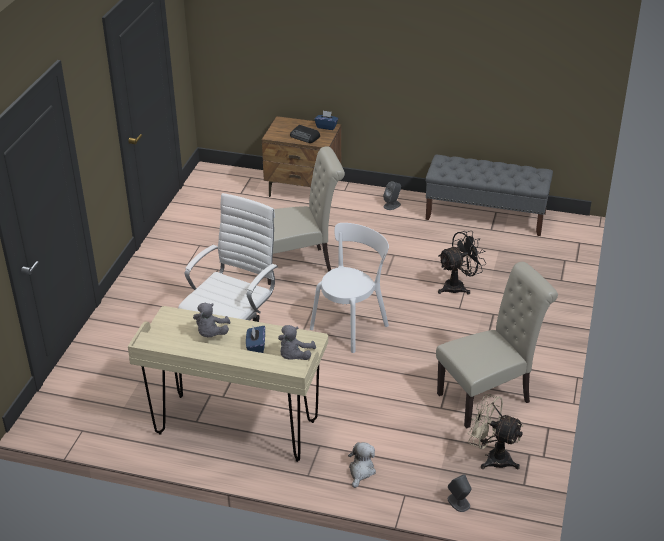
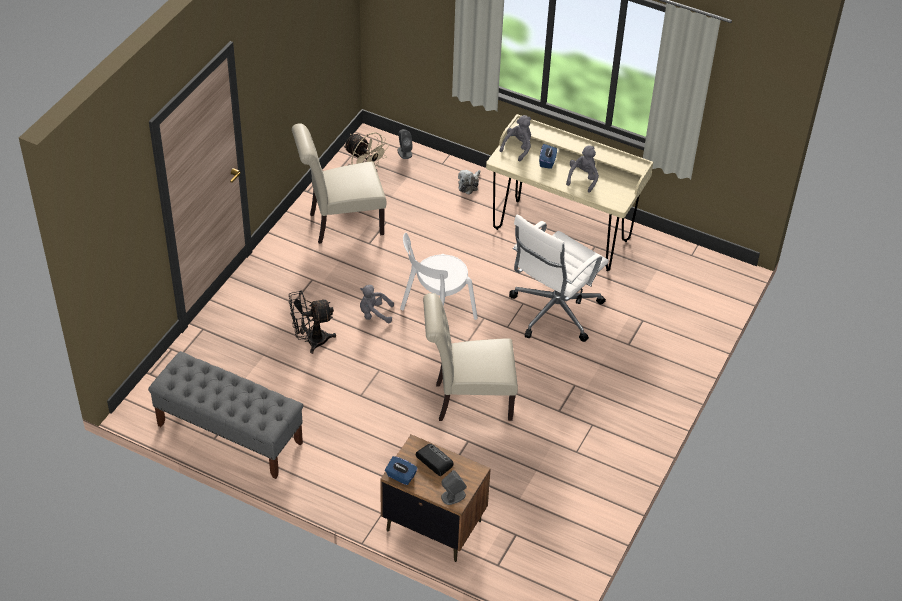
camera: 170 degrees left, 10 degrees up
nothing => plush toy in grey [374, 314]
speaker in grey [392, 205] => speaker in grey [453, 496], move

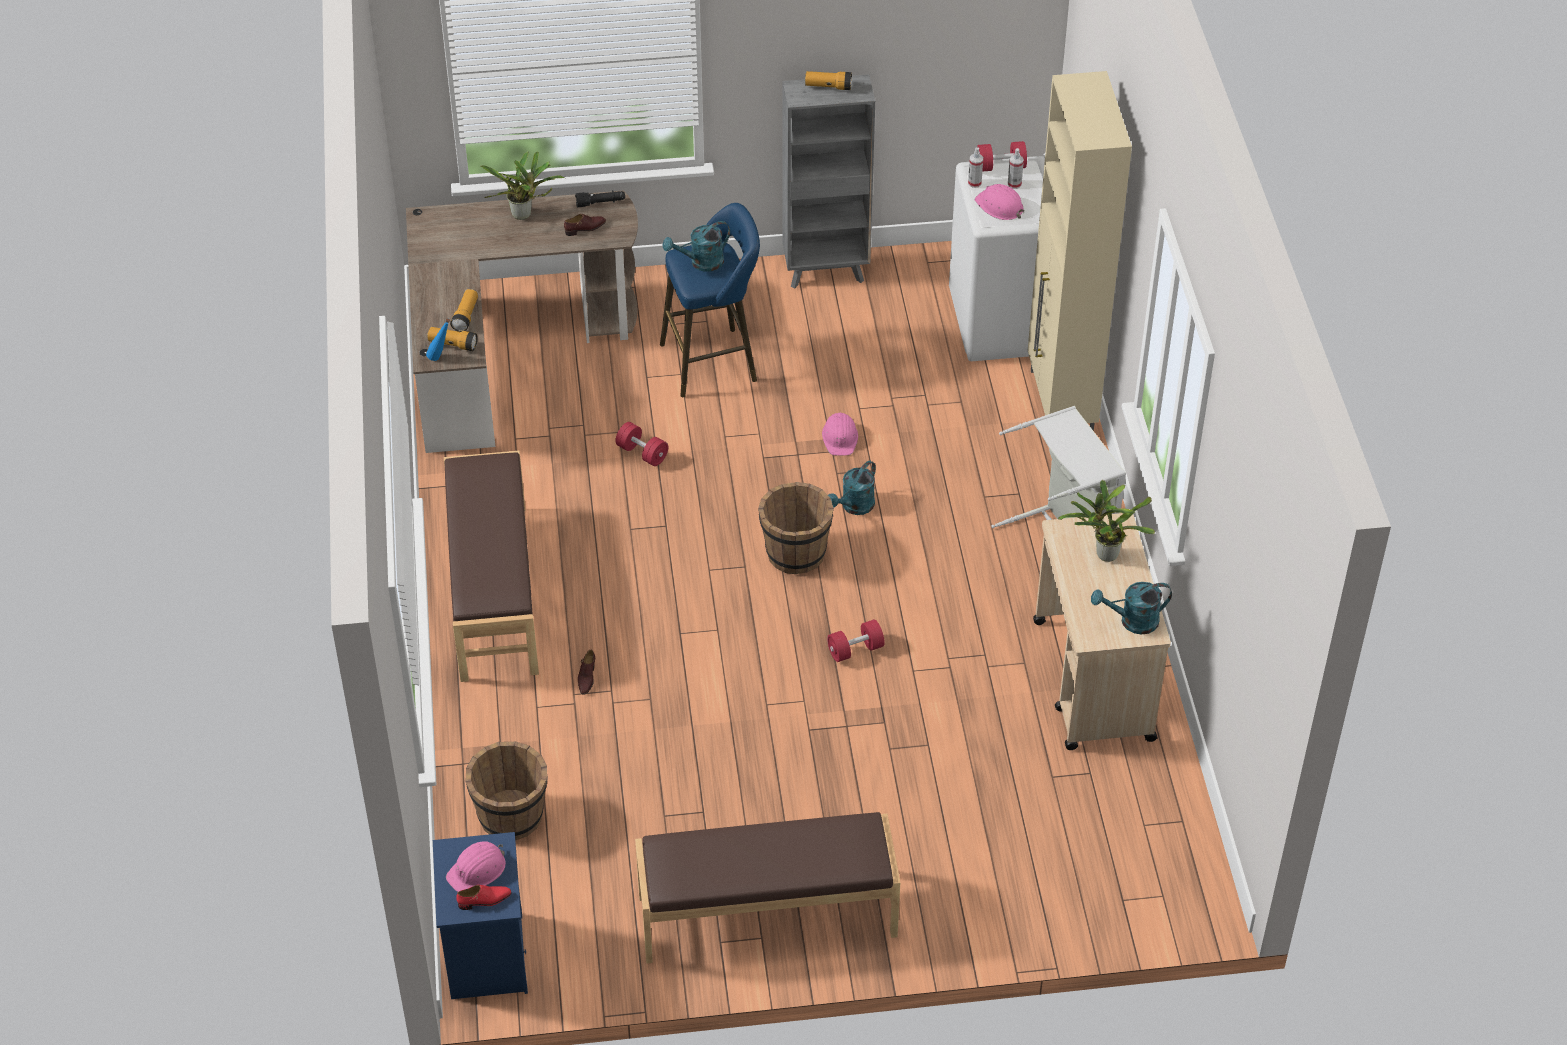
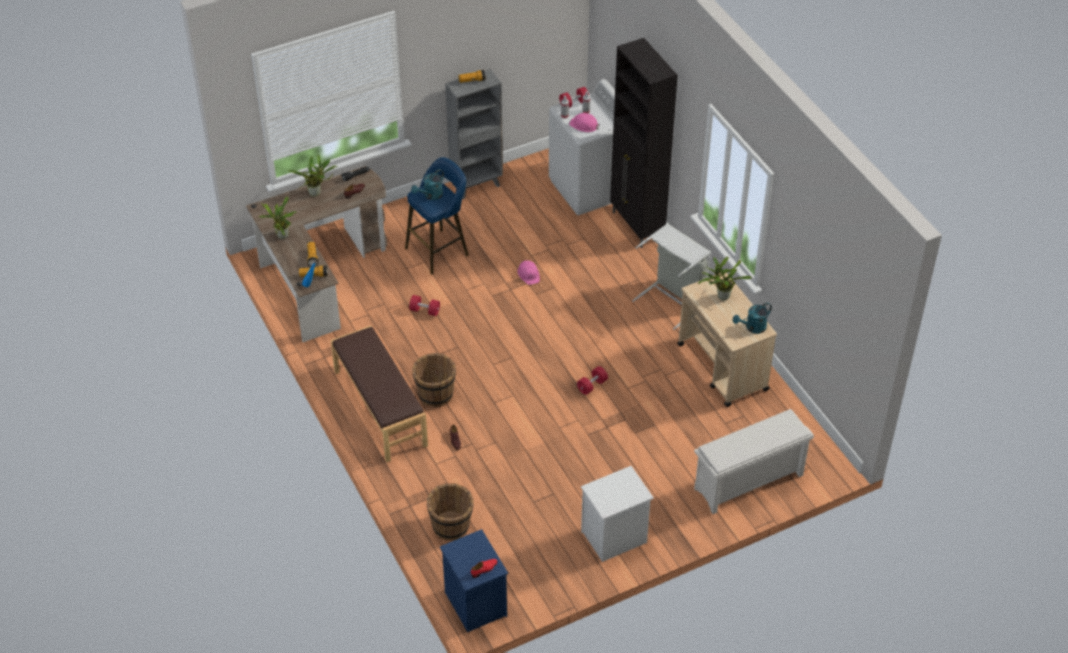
camera: 20 degrees left, 0 degrees up
hard hat in pink [477, 870] => nothing
watering can in turquoise [854, 507] => nothing
nothing => potted plant [282, 237]
nothing => shoe rack in white [748, 483]
bucket in brown [795, 553] => bucket in brown [435, 394], move
bench in brown [767, 916] => nightstand in white [614, 538]
cabinet in beige [1060, 405] => cabinet in black [637, 227]

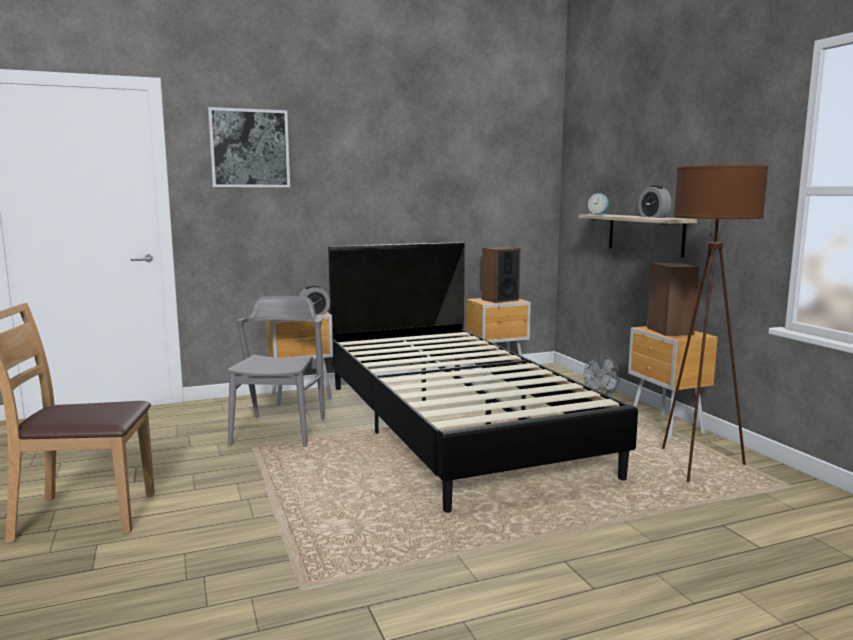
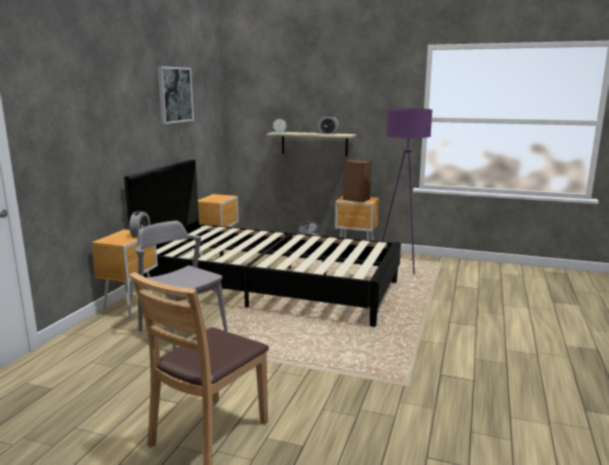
camera: 50 degrees left, 5 degrees up
speaker [499, 300] => nothing
picture [249, 148] => picture [175, 94], move
floor lamp in brown [697, 465] => floor lamp in purple [401, 266]

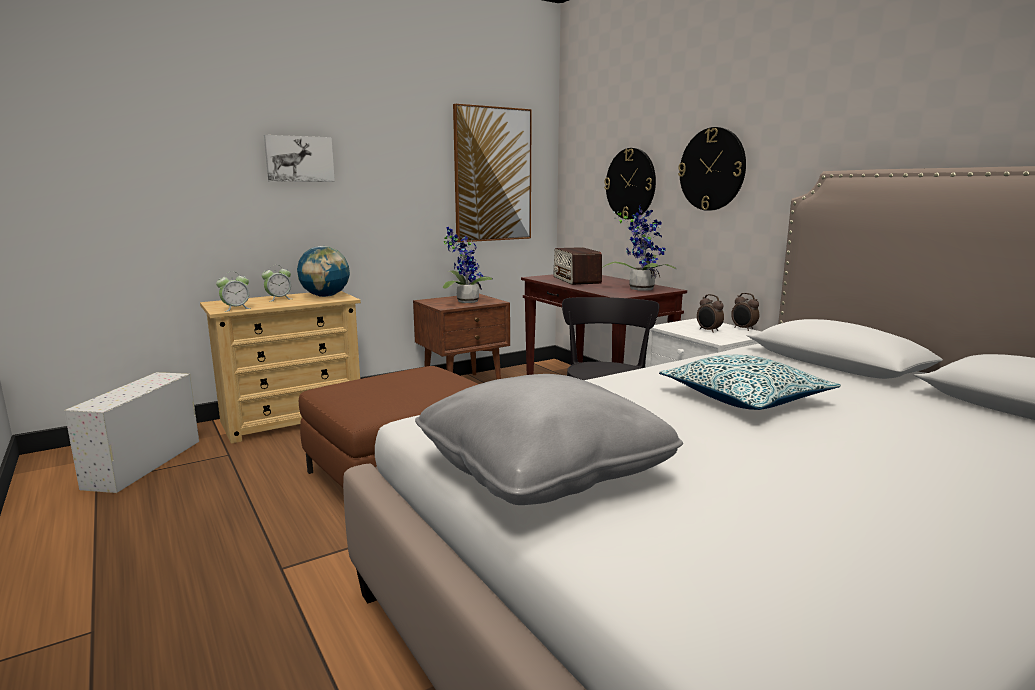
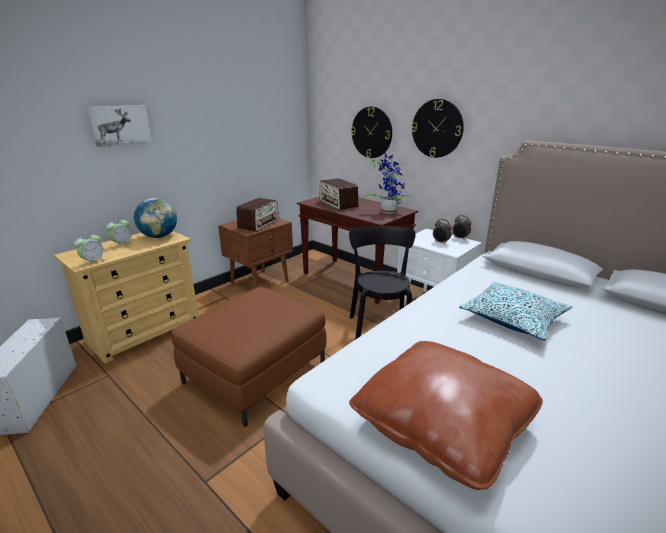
camera: 15 degrees left, 10 degrees up
picture [492, 175] => nothing
potted plant [465, 301] => radio [259, 224]
pillow in grey [542, 470] => pillow in brown [442, 424]

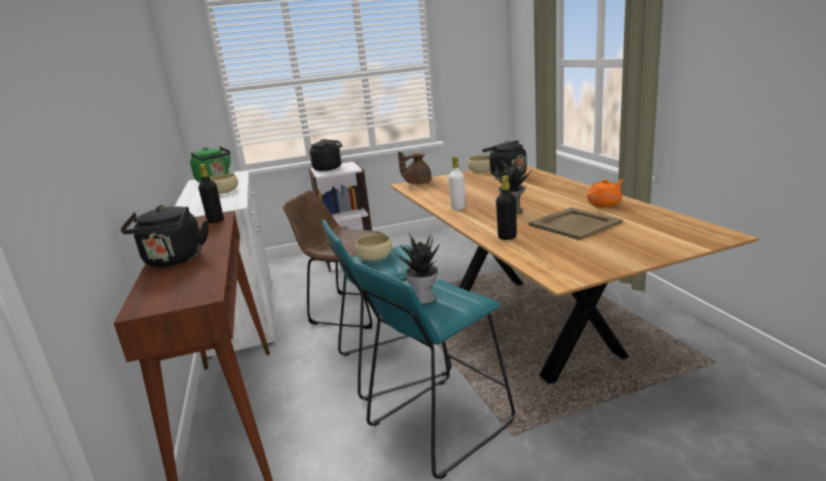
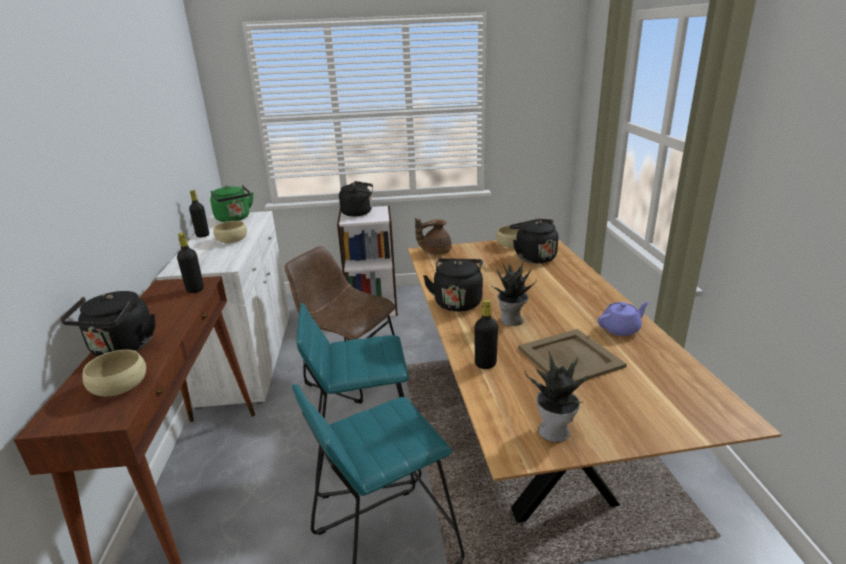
camera: 10 degrees right, 5 degrees up
nothing => bottle in black [202, 235]
bowl in beige [375, 257] => bowl in beige [120, 386], move
potted plant [424, 298] => potted plant [555, 431], move
bottle in white [458, 208] => kettle in black [457, 302]
teapot in orange [605, 204] => teapot in purple [621, 329]

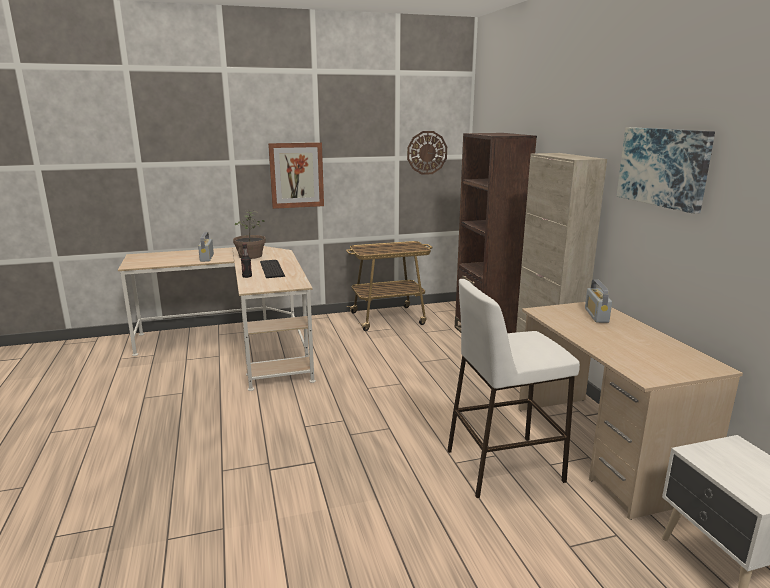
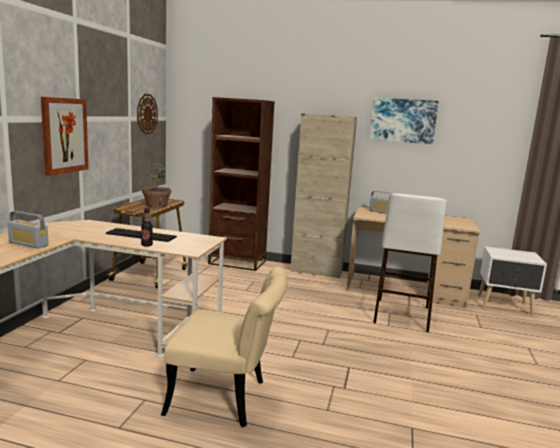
camera: 60 degrees left, 5 degrees down
nothing => chair in beige [227, 398]
potted plant [250, 256] => potted plant [156, 205], move

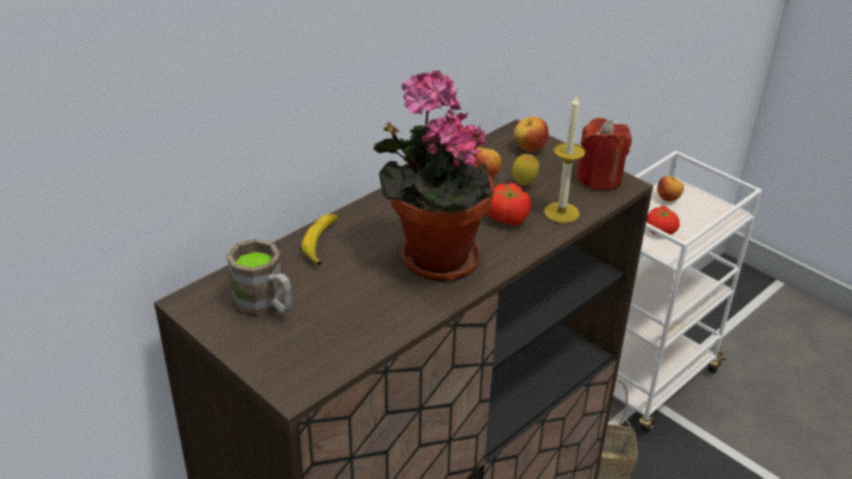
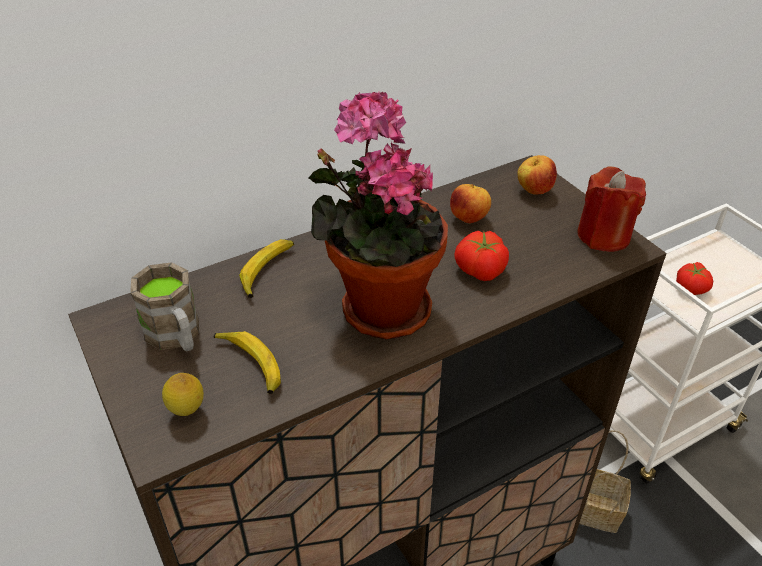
camera: 15 degrees right, 5 degrees up
candle [561, 212] => nothing
apple [668, 199] => nothing
nothing => banana [250, 365]
lemon [524, 185] => lemon [187, 412], move

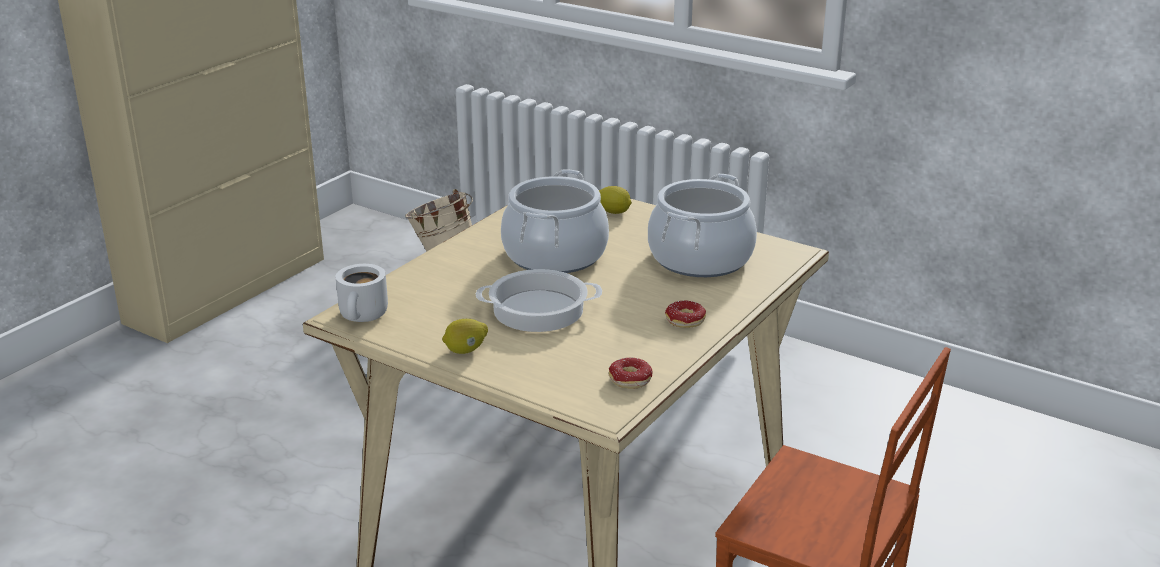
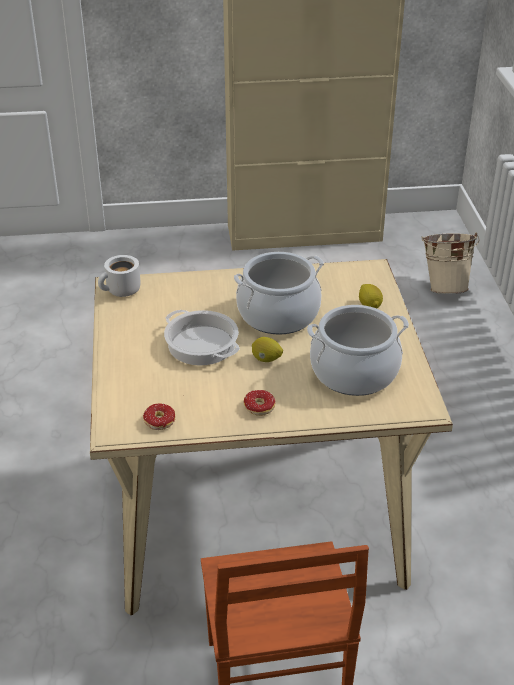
camera: 50 degrees right, 10 degrees up
lemon [465, 350] => lemon [266, 359], move

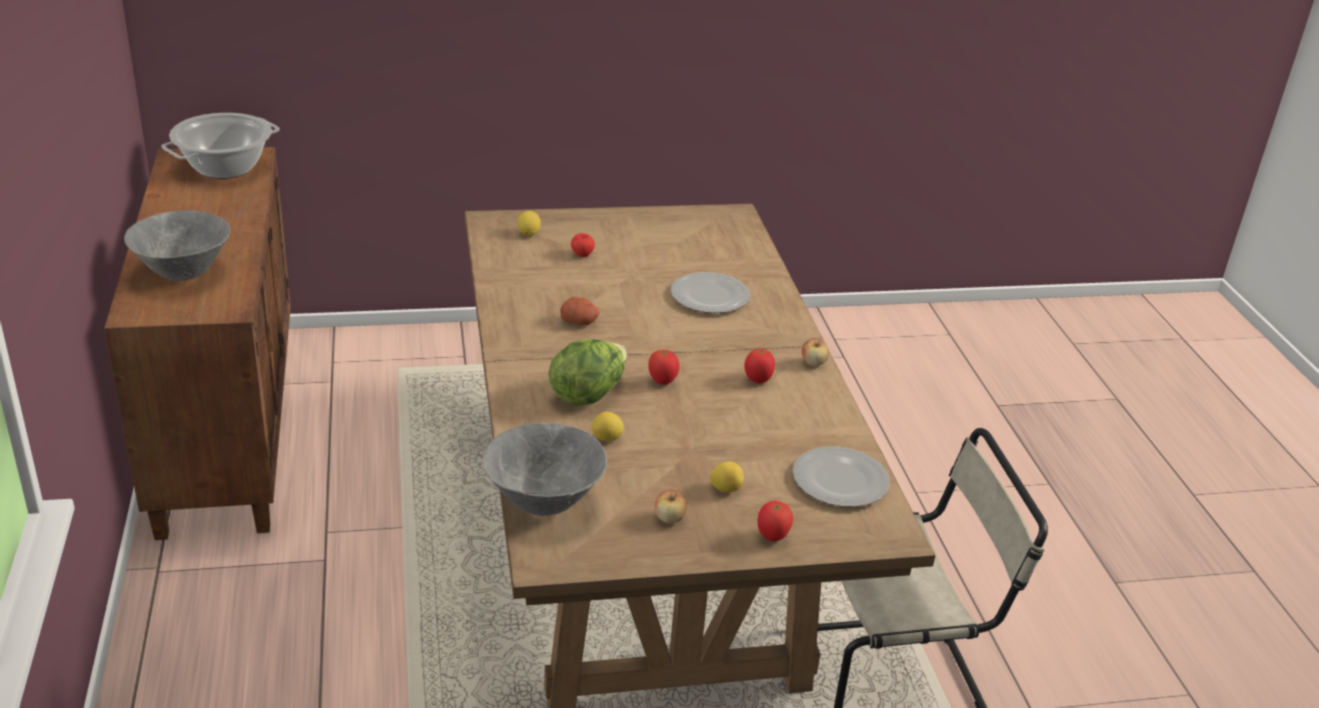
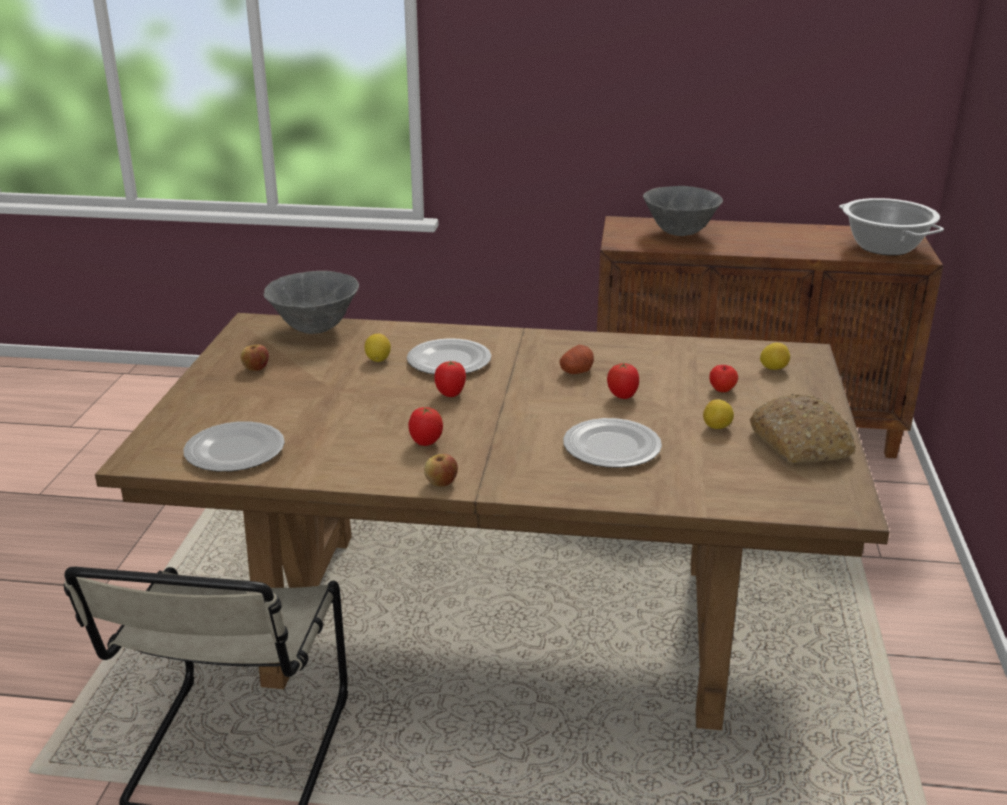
camera: 110 degrees right, 5 degrees down
nothing => bread [801, 444]
lemon [725, 489] => lemon [717, 427], move
tomato [772, 537] => tomato [622, 397], move
lettuce [588, 394] => plate [449, 360]

